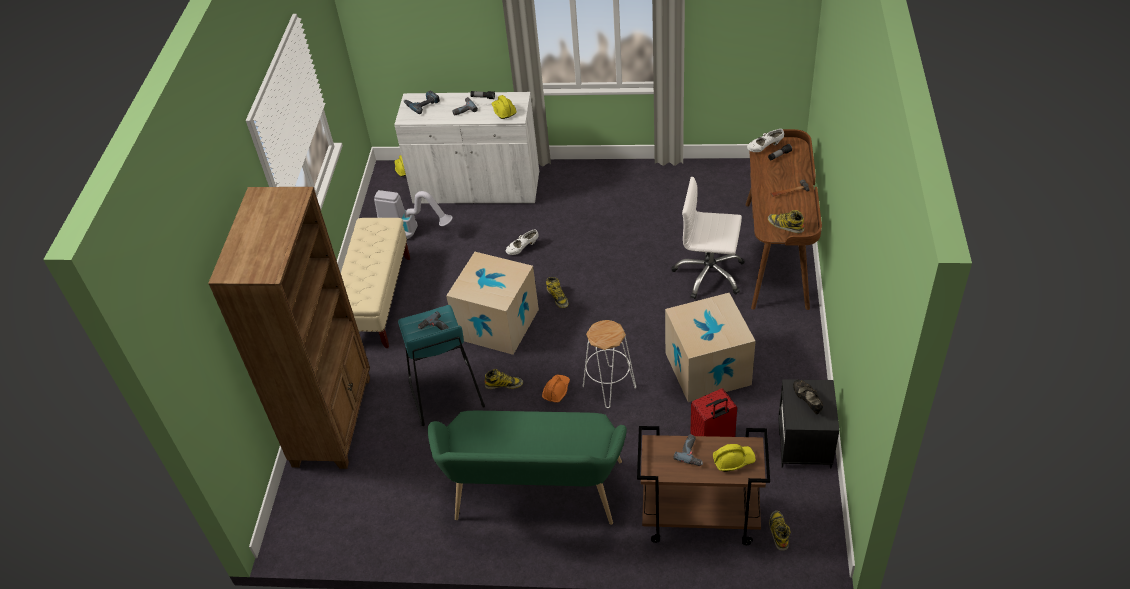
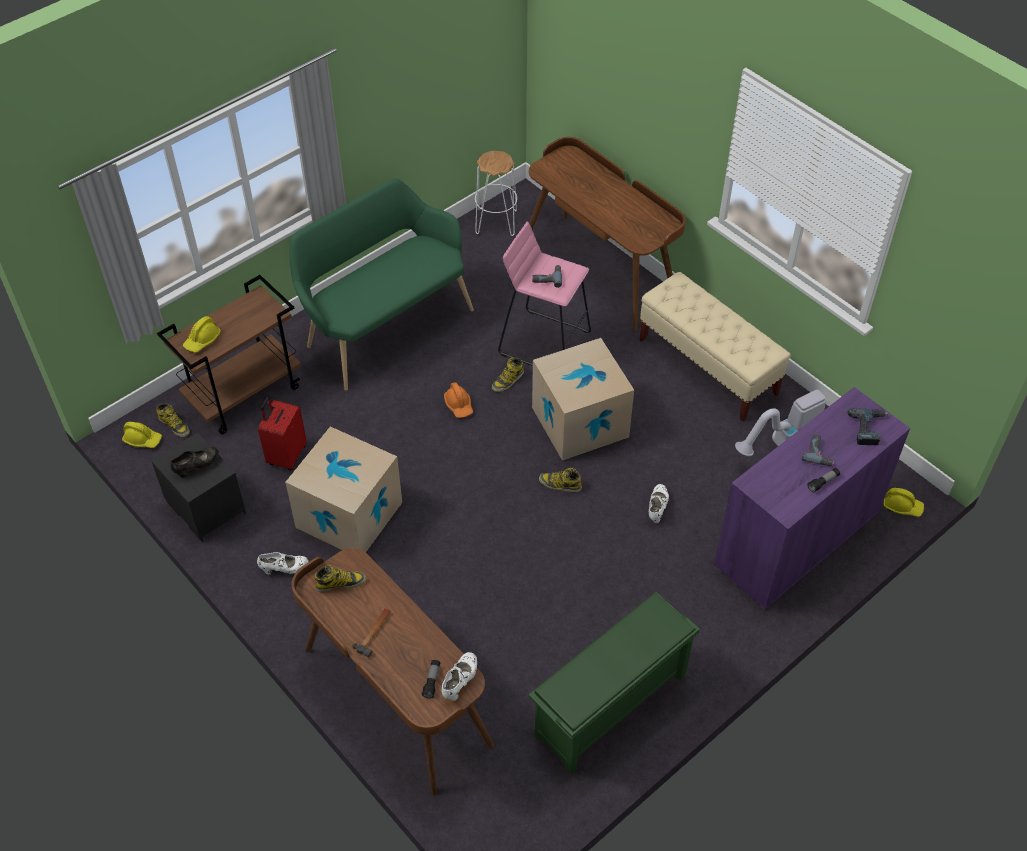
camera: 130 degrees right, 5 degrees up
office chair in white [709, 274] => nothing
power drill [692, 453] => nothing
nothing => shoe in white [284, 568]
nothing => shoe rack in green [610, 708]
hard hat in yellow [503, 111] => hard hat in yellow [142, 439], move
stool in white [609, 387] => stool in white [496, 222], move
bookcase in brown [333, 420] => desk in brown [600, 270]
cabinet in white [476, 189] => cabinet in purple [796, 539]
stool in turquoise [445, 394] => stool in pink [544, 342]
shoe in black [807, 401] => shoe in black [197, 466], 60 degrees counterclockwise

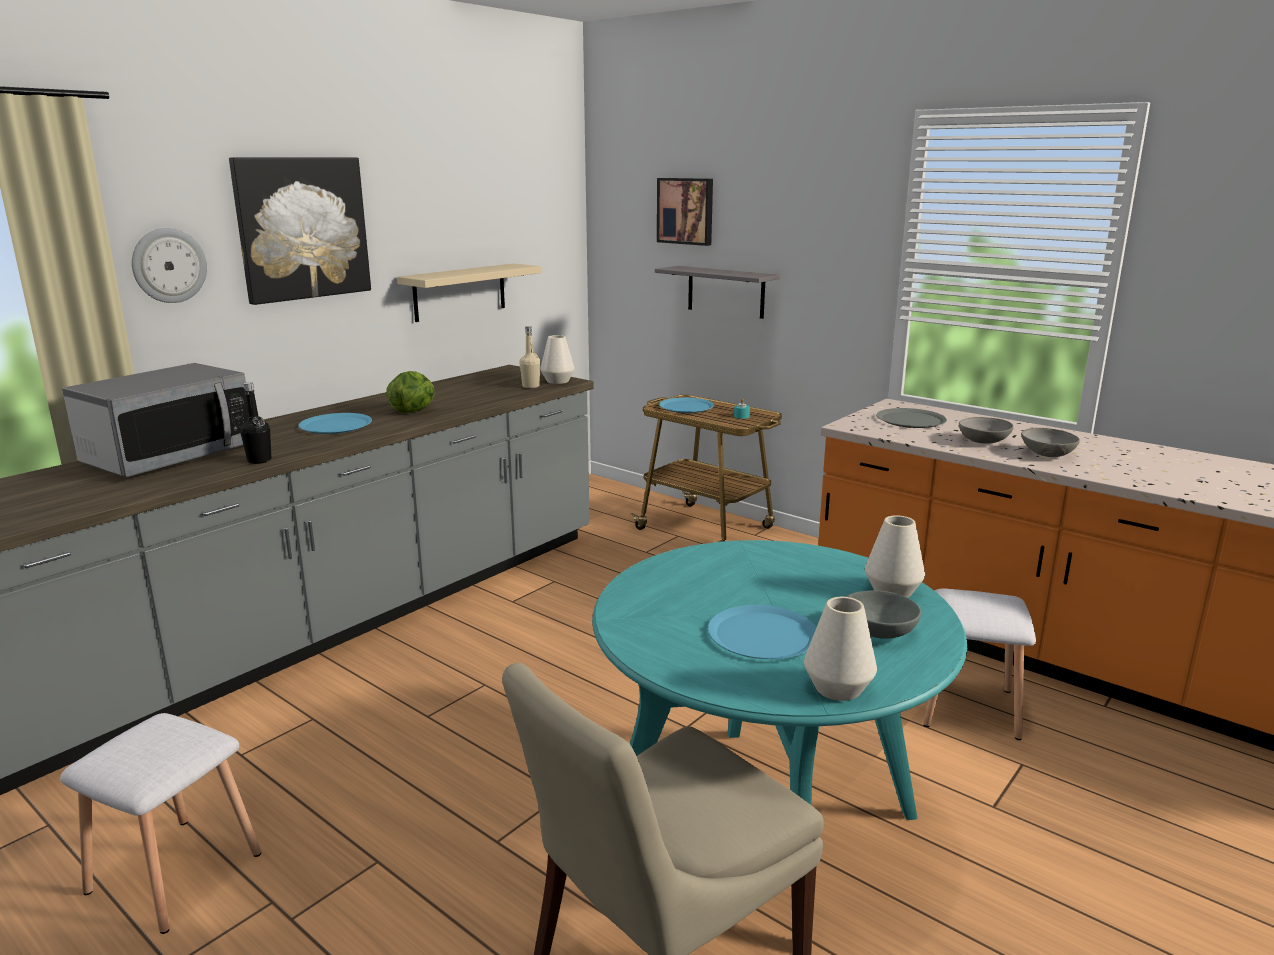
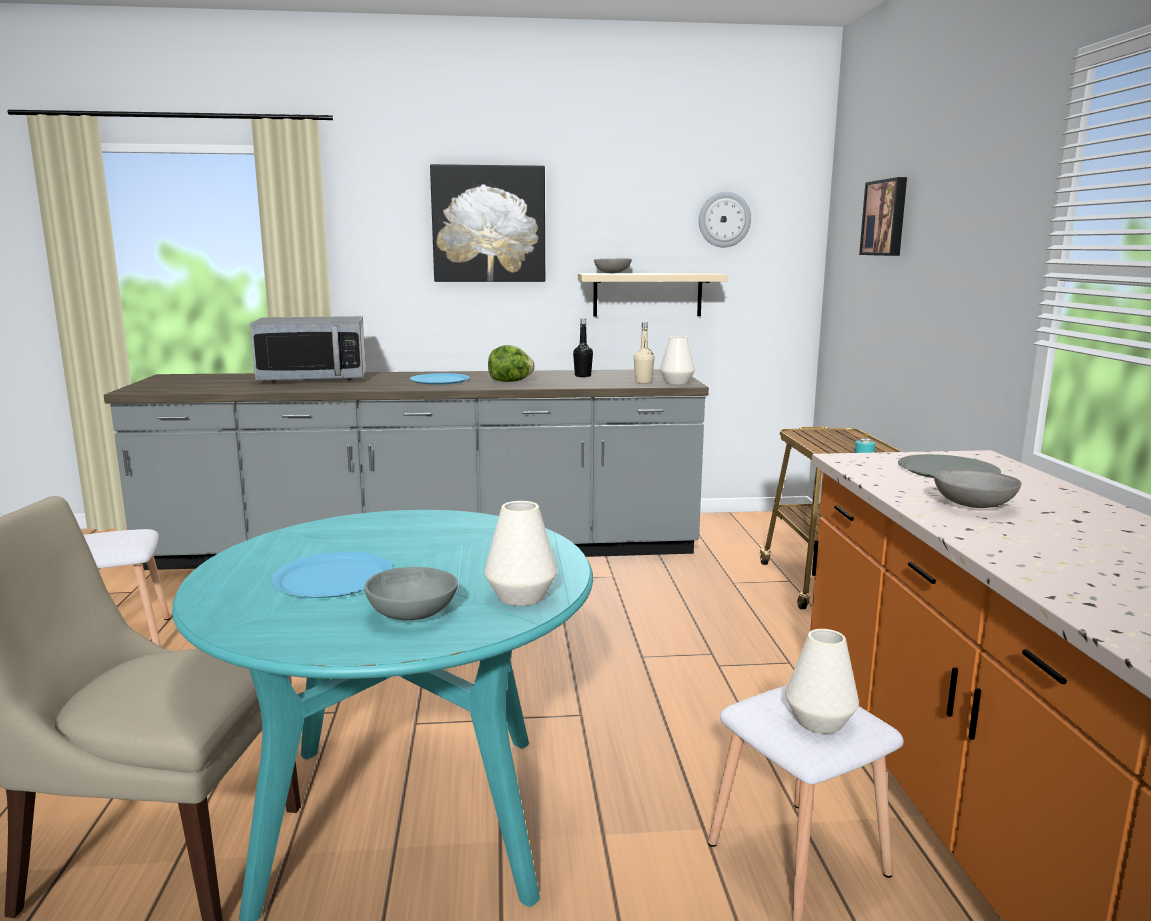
camera: 45 degrees right, 5 degrees down
shelf in grey [726, 292] => nothing
plate in blue [686, 406] => nothing
wall clock [169, 265] => wall clock [724, 219], move
bottle in black [259, 460] => bottle in black [582, 376], move
vase in white [838, 688] => vase in white [819, 721], move
bowl in grey [1048, 454] => bowl in grey [612, 273], move

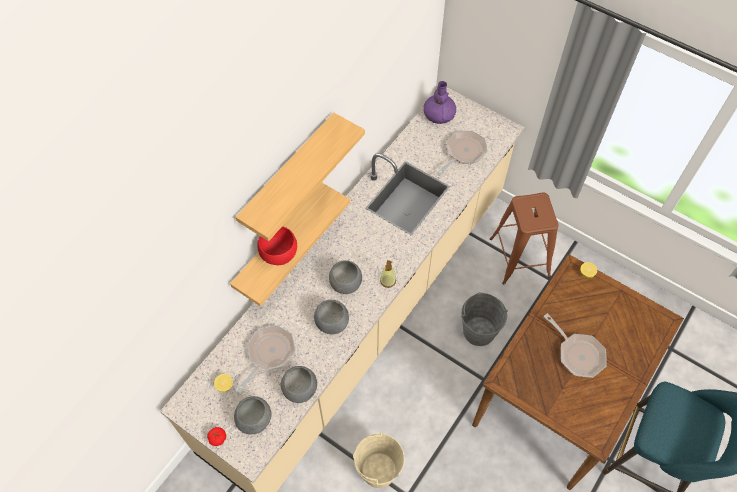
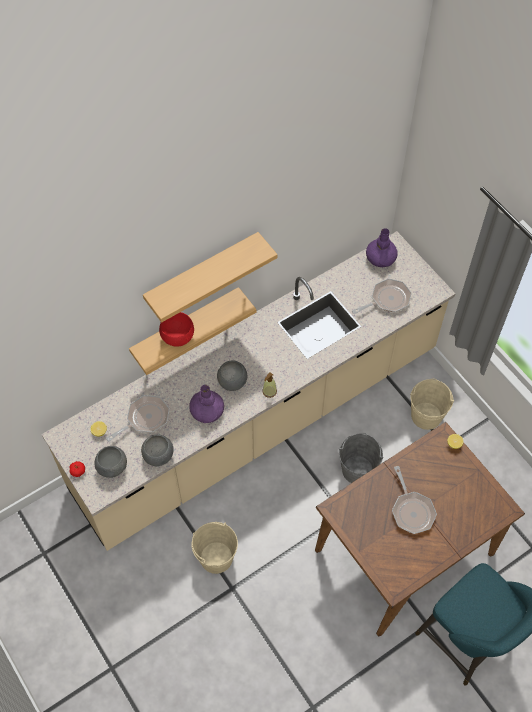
camera: 20 degrees right, 0 degrees up
bowl in grey [332, 322] => vase in purple [207, 410]
stool in brown [519, 257] => bucket in beige [426, 416]

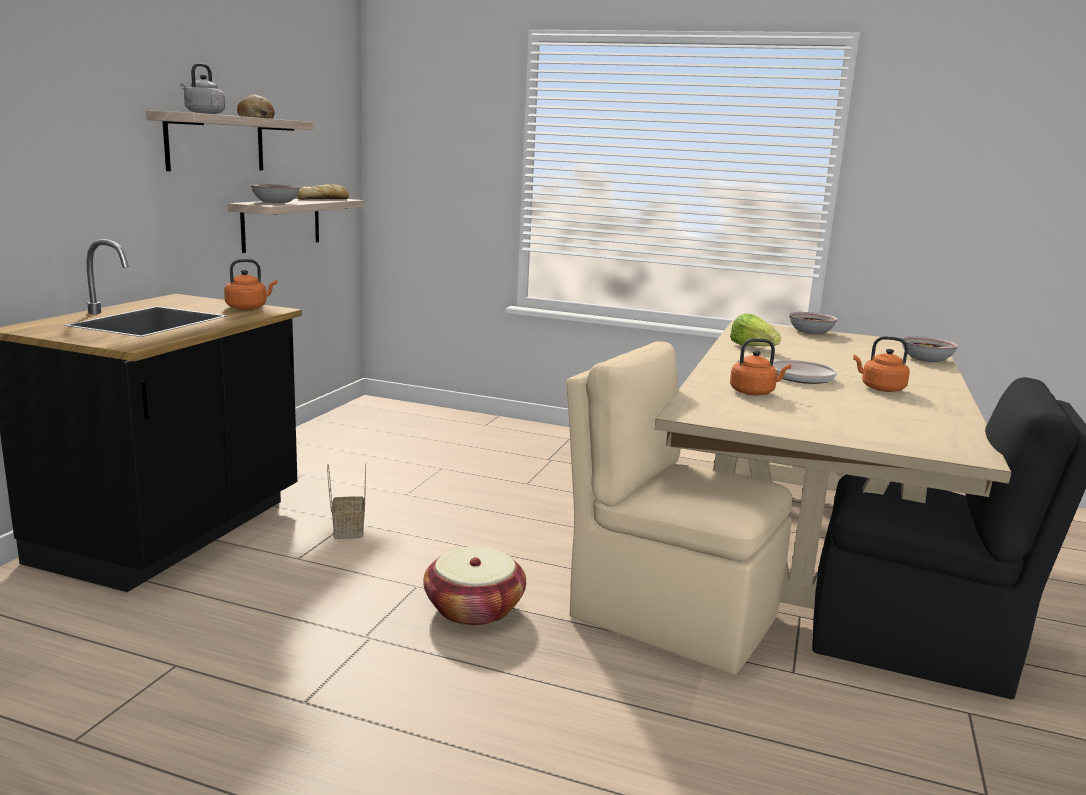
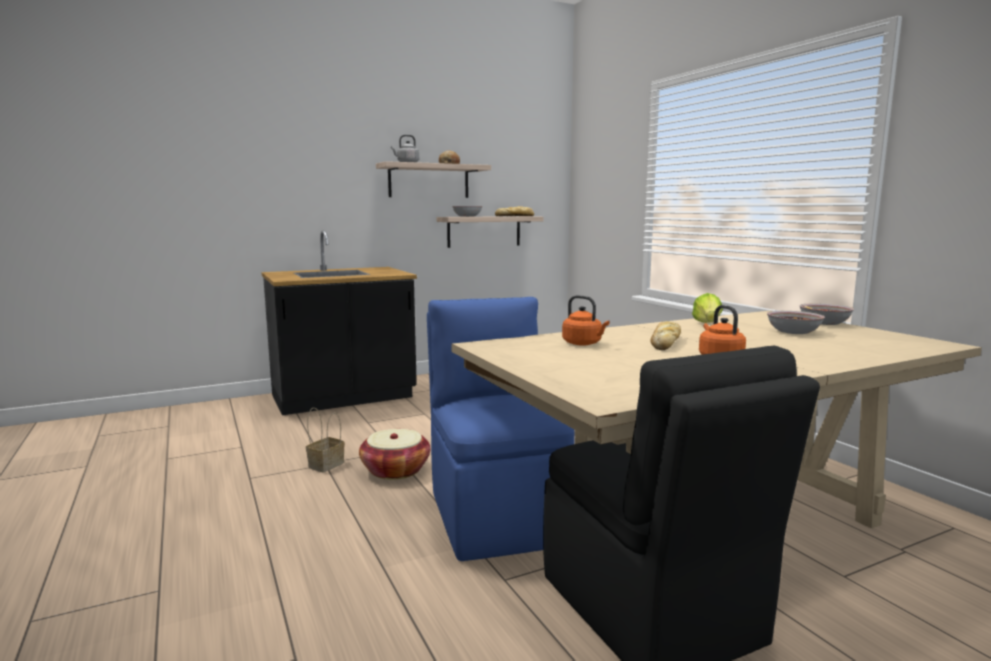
camera: 45 degrees right, 5 degrees down
kettle in orange [248, 307] => nothing
basket [347, 530] => basket [326, 464], move
bowl [926, 359] => bowl [793, 332], move
frying pan [797, 377] => bread [665, 342]
chair in beige [669, 614] => chair in blue [496, 514]

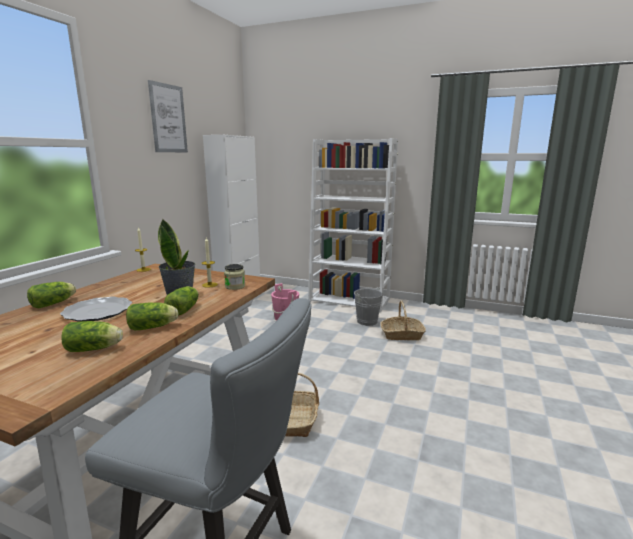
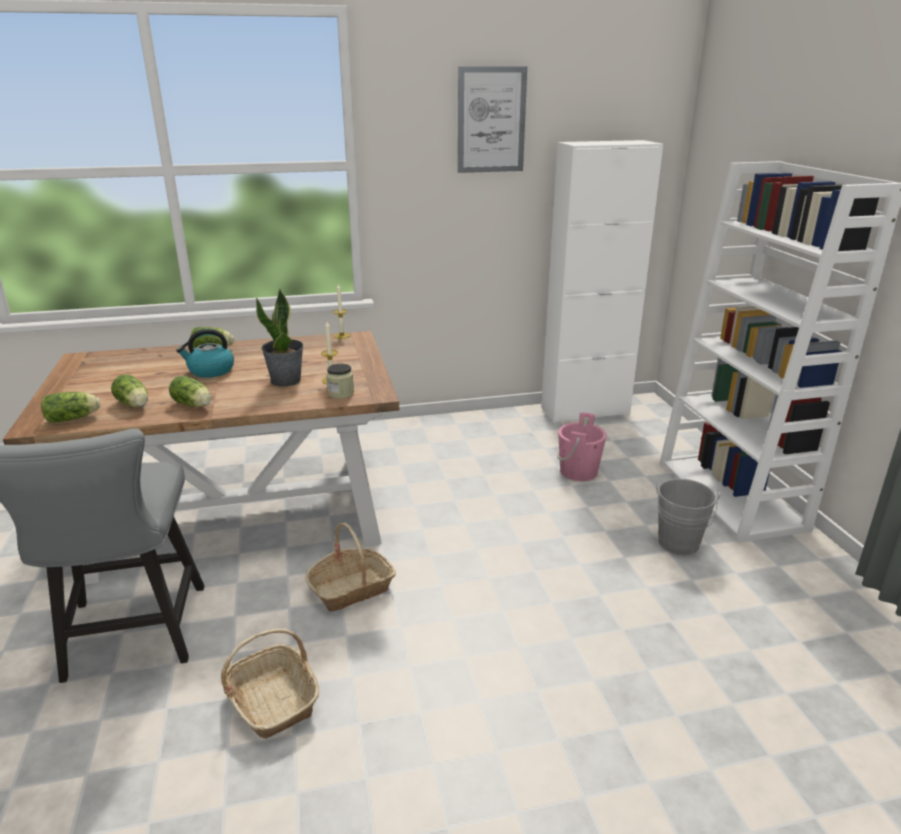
camera: 55 degrees right, 10 degrees up
lettuce [185, 309] => lettuce [74, 418], move
basket [402, 335] => basket [273, 700], move
plate [98, 311] => kettle [210, 371]

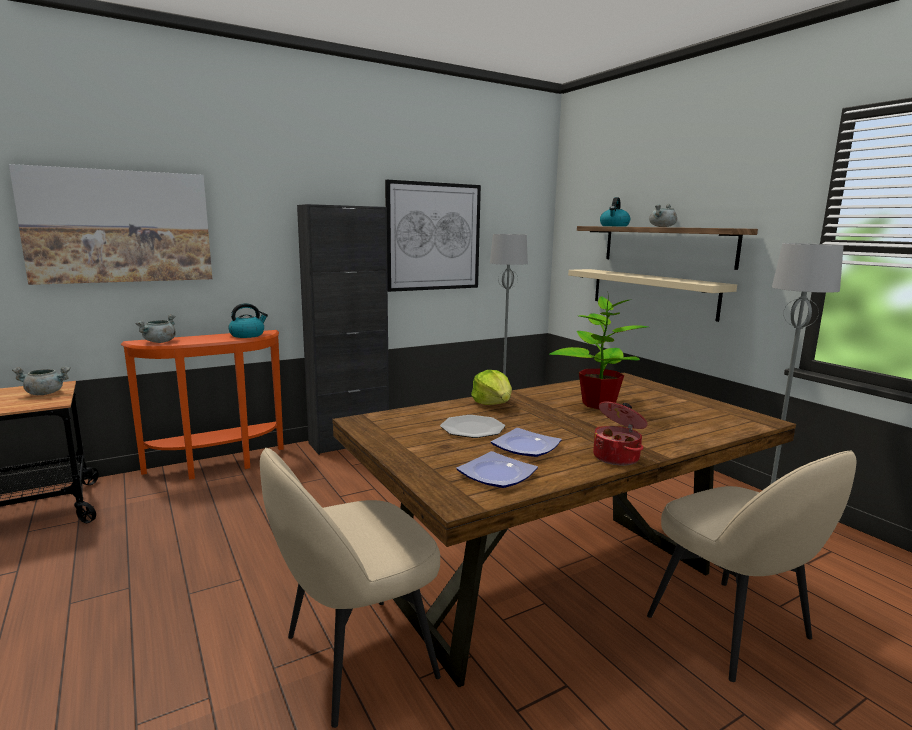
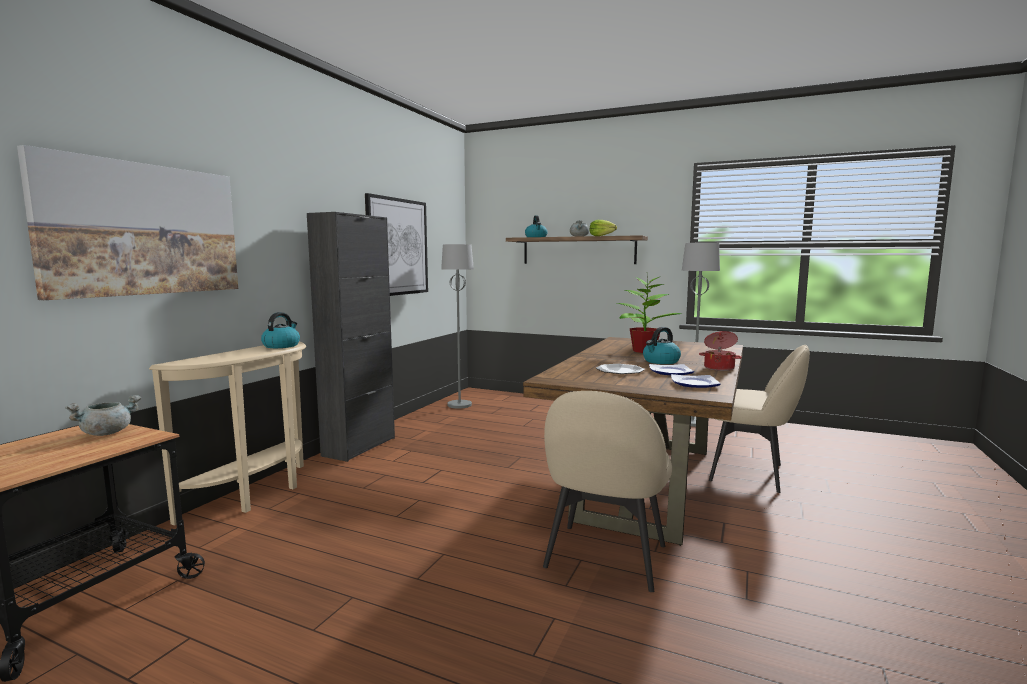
camera: 35 degrees left, 5 degrees down
cooking pot in grey [159, 342] => nothing
shelf in beige [652, 293] => nothing
nothing => kettle [661, 361]
lettuce [493, 404] => lettuce [601, 236], move
console table in orange [218, 466] => console table in beige [257, 494]

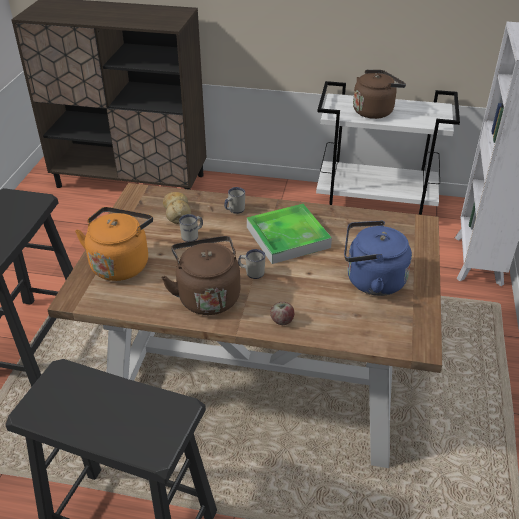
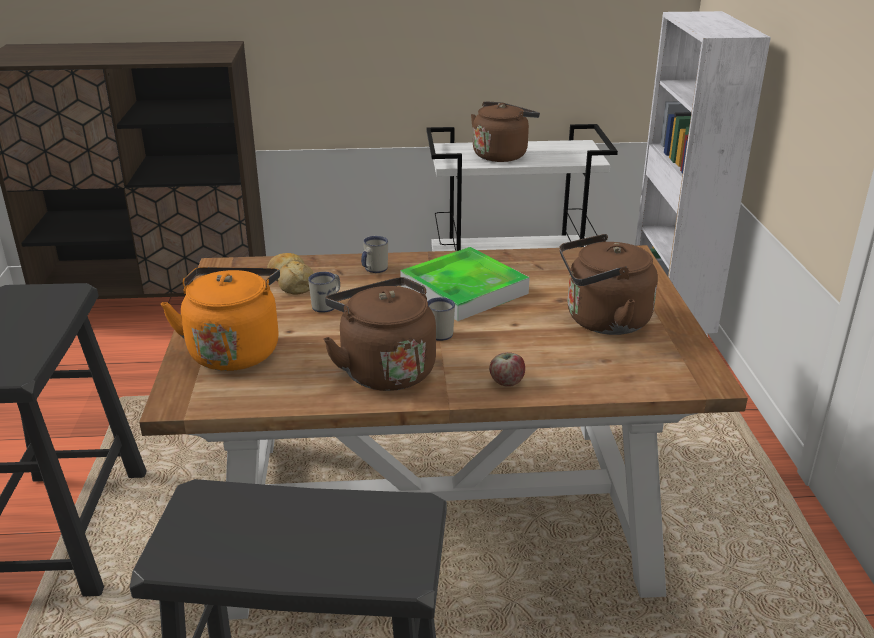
camera: 15 degrees left, 10 degrees down
kettle in blue [371, 281] => kettle in brown [602, 321]

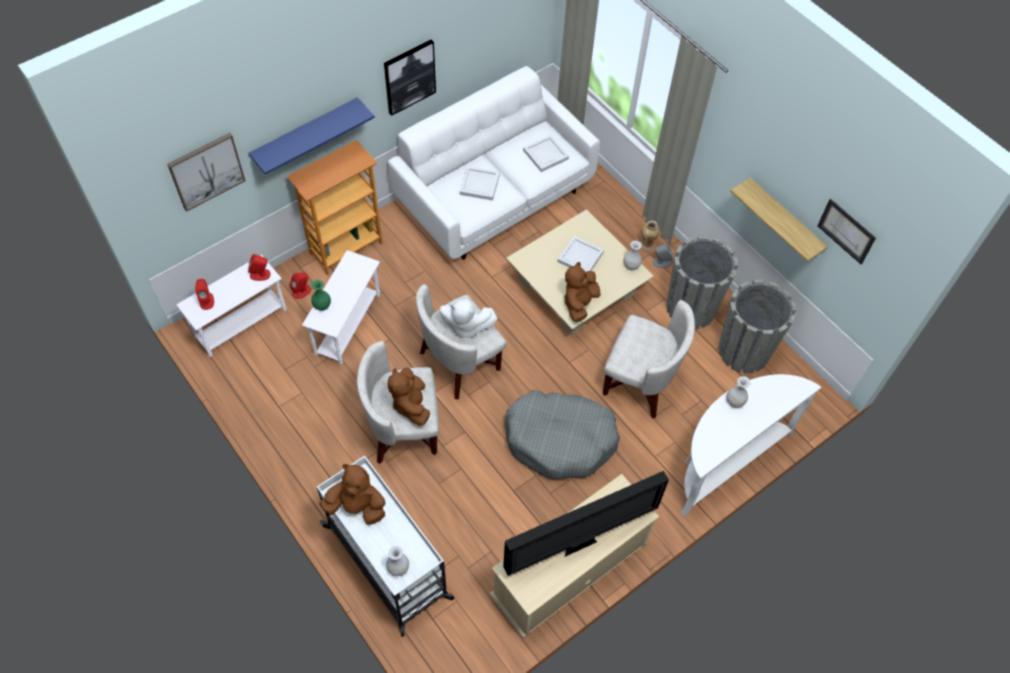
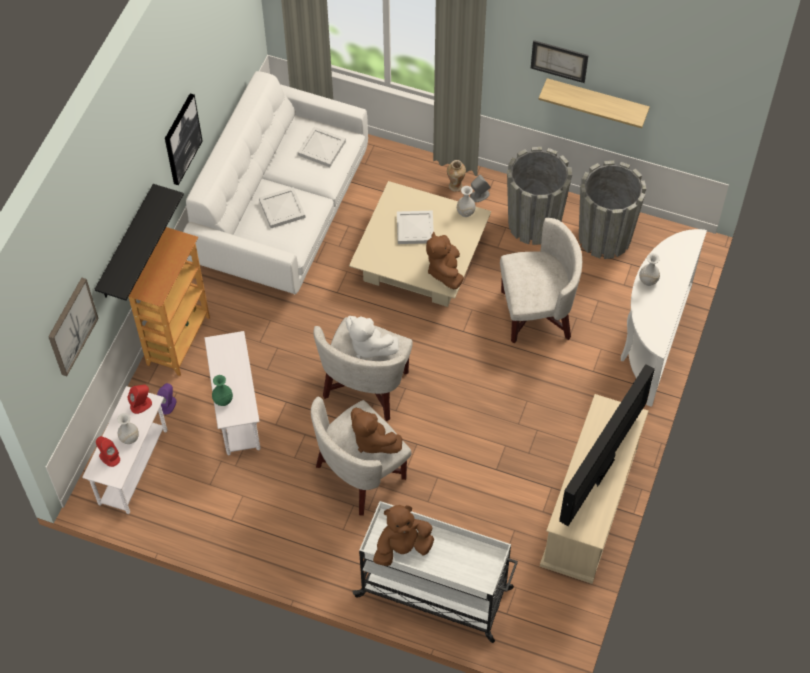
camera: 30 degrees left, 0 degrees up
dog bed in grey [560, 440] => nothing
vase in white [398, 568] => vase in white [129, 438], move
picture [846, 231] => picture [559, 61], move
shelf in blue [306, 135] => shelf in black [126, 244]
speaker in red [301, 291] => speaker in purple [167, 404]
plush toy in white [466, 327] => plush toy in white [369, 346], 60 degrees clockwise

